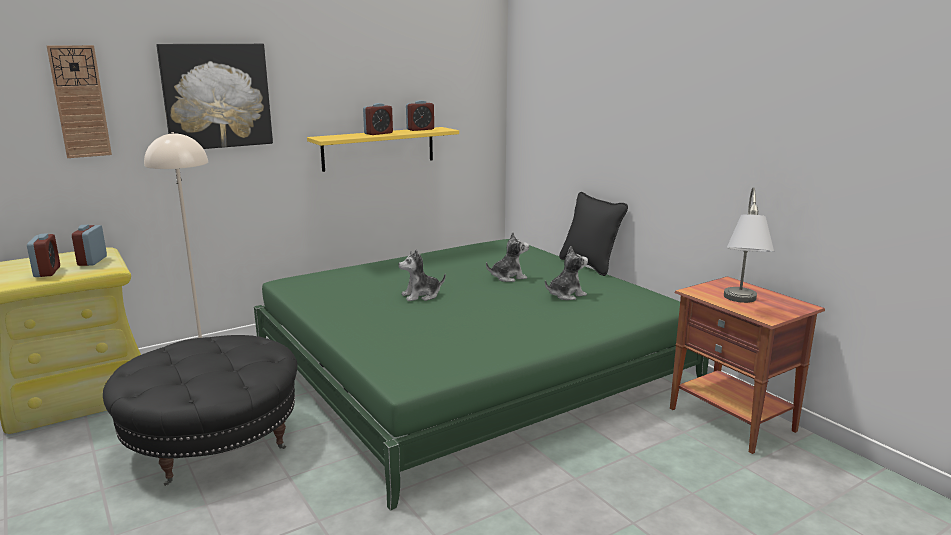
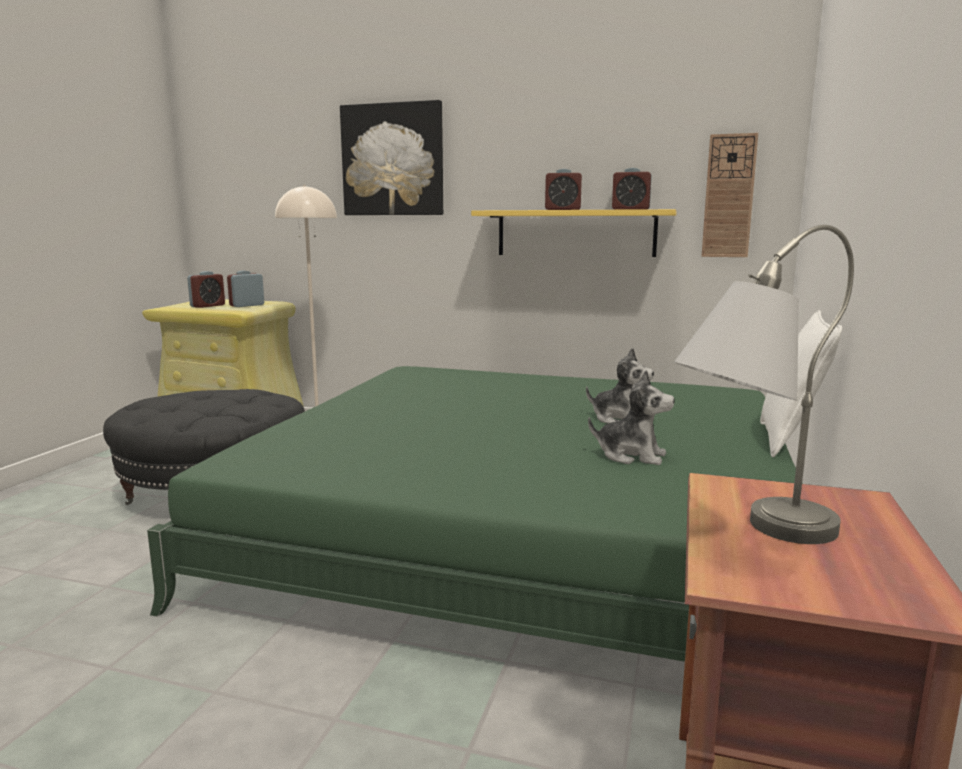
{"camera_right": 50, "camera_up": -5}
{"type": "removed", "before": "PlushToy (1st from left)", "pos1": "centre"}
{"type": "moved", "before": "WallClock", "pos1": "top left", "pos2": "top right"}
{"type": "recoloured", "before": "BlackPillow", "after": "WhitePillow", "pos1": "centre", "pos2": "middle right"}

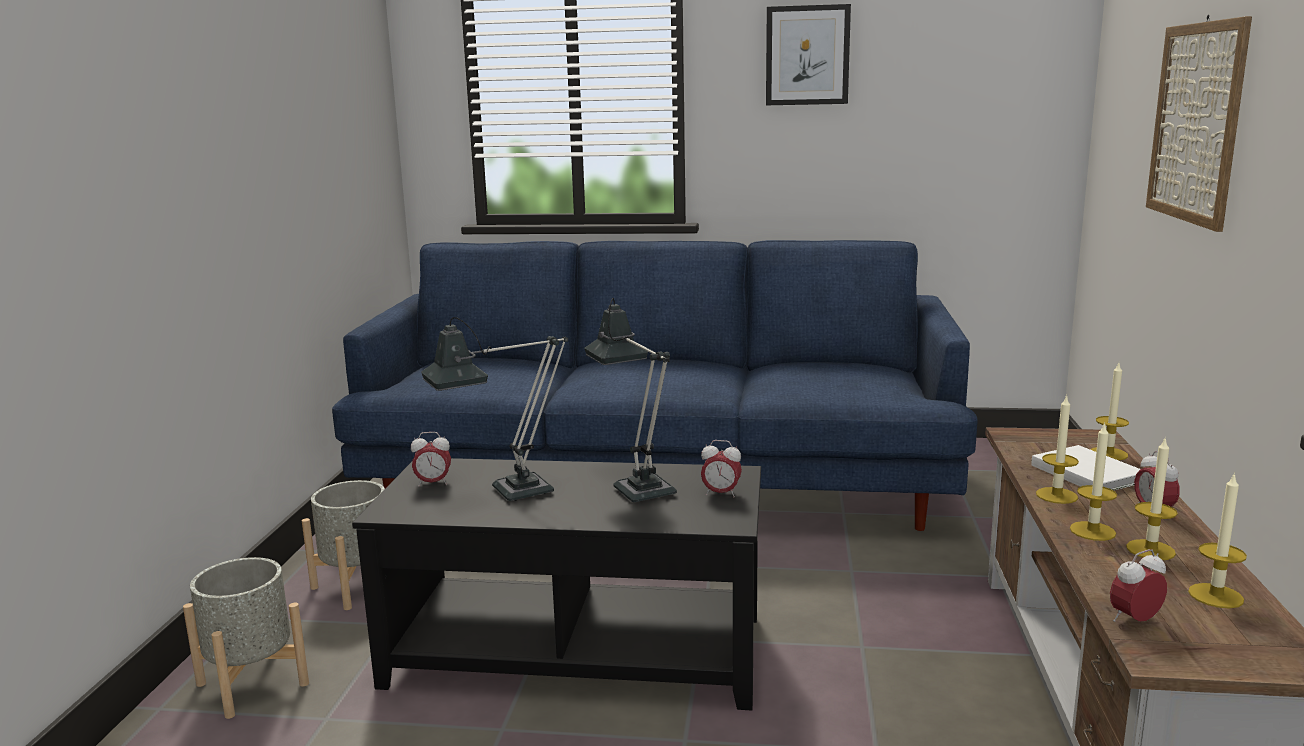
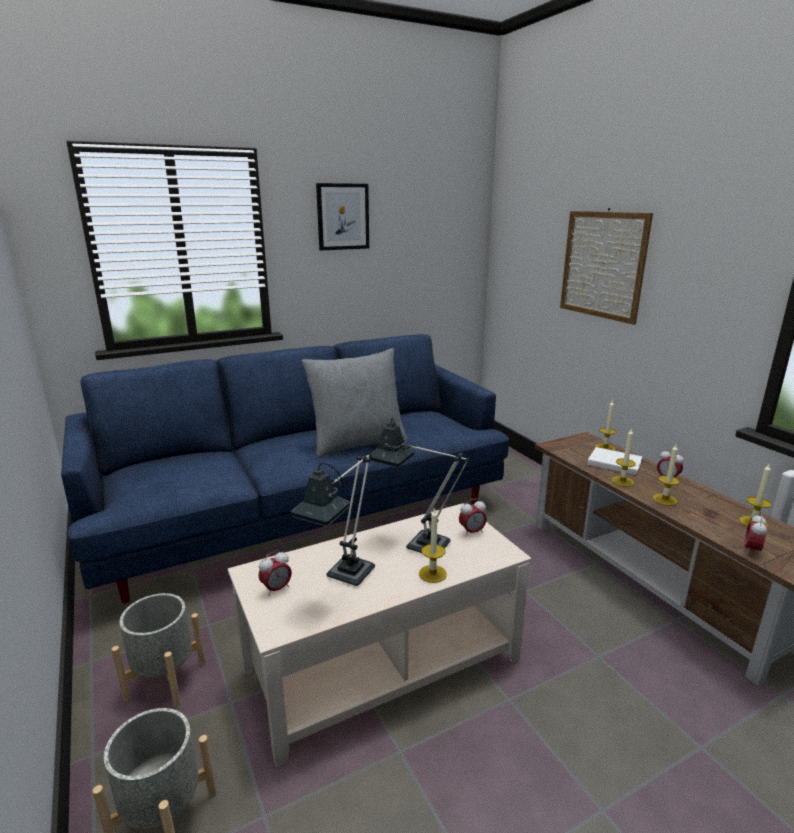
{"camera_right": -35, "camera_up": 5}
{"type": "added", "after": "GreyPillow", "pos2": "centre"}
{"type": "moved", "before": "Candle (4th from left in the first image)", "after": "Candle (1st from left)", "pos1": "bottom right", "pos2": "centre"}
{"type": "recoloured", "before": "BlackCoffeeTable", "after": "BeigeCoffeeTable", "pos1": "bottom centre", "pos2": "bottom centre"}

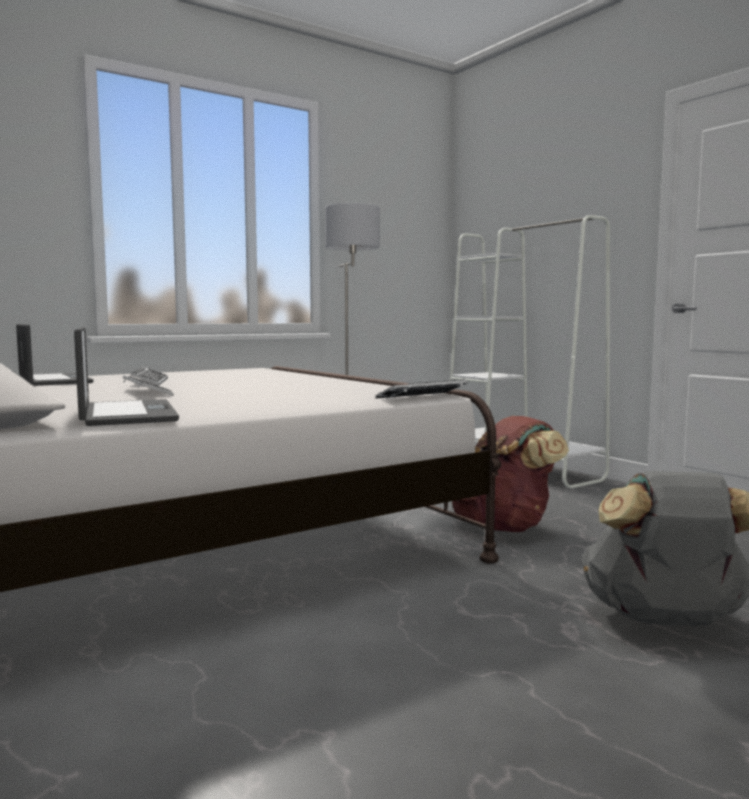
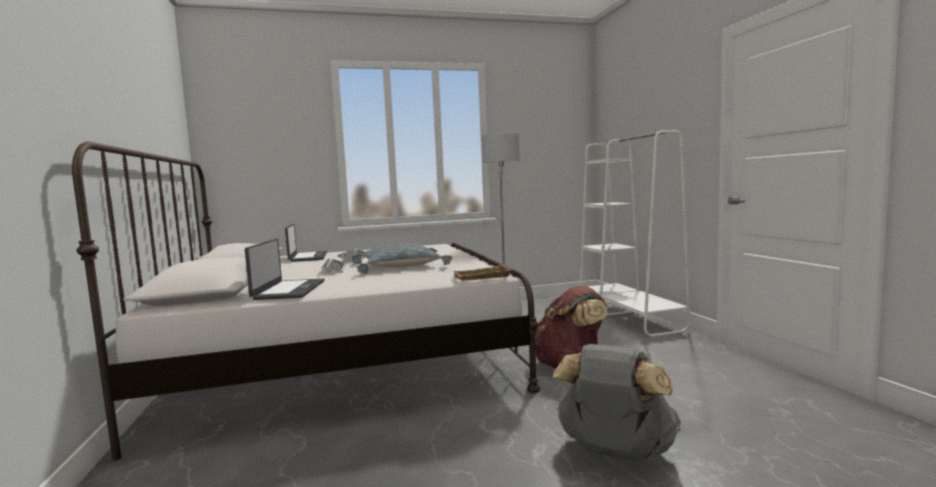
{"camera_right": 20, "camera_up": 0}
{"type": "added", "after": "Pillow", "pos2": "centre"}
{"type": "replaced", "before": "Keyboard (3rd from left)", "after": "BeigeTray", "pos1": "centre", "pos2": "centre"}

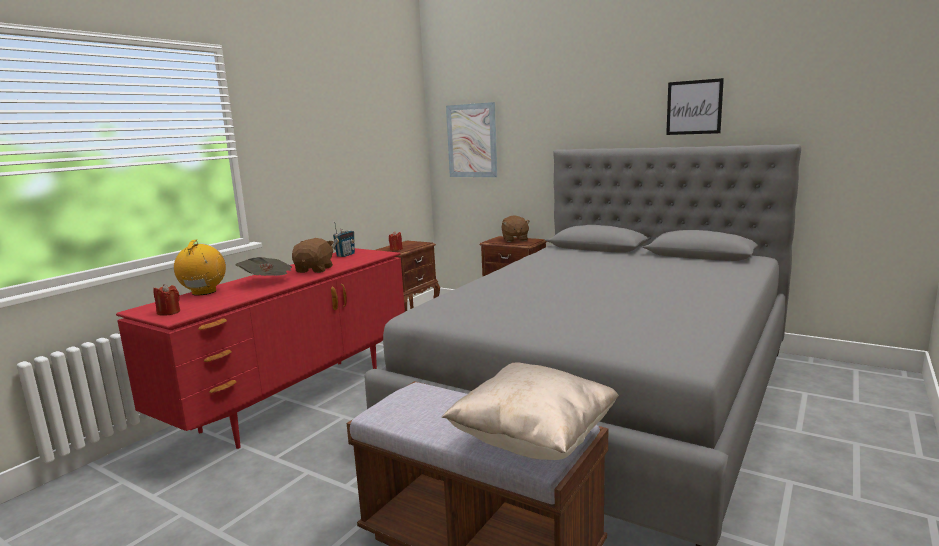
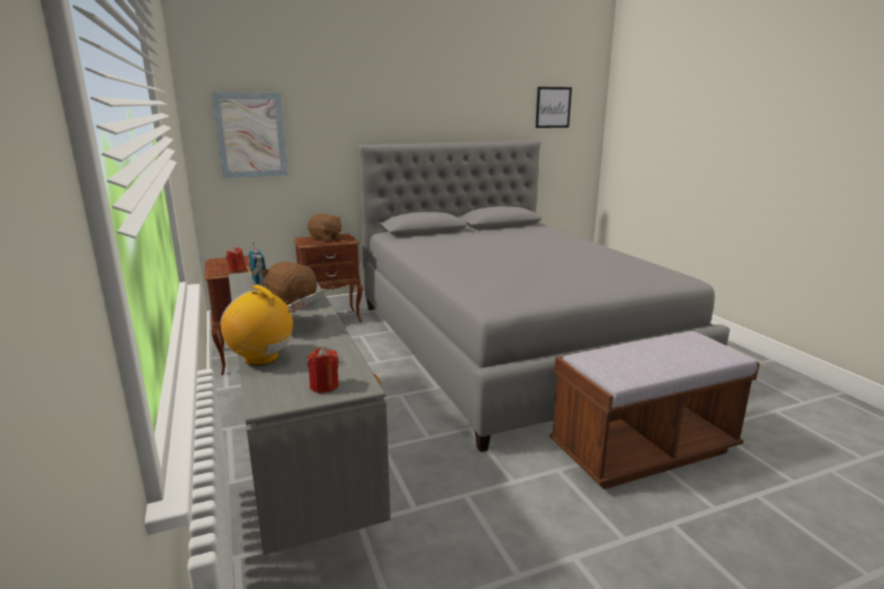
{"camera_right": -55, "camera_up": 5}
{"type": "removed", "before": "BeigePillow", "pos1": "bottom centre"}
{"type": "moved", "before": "Picture (2nd from left)", "pos1": "top right", "pos2": "top centre"}
{"type": "recoloured", "before": "RedDresser", "after": "GreyDresser", "pos1": "middle left", "pos2": "bottom centre"}

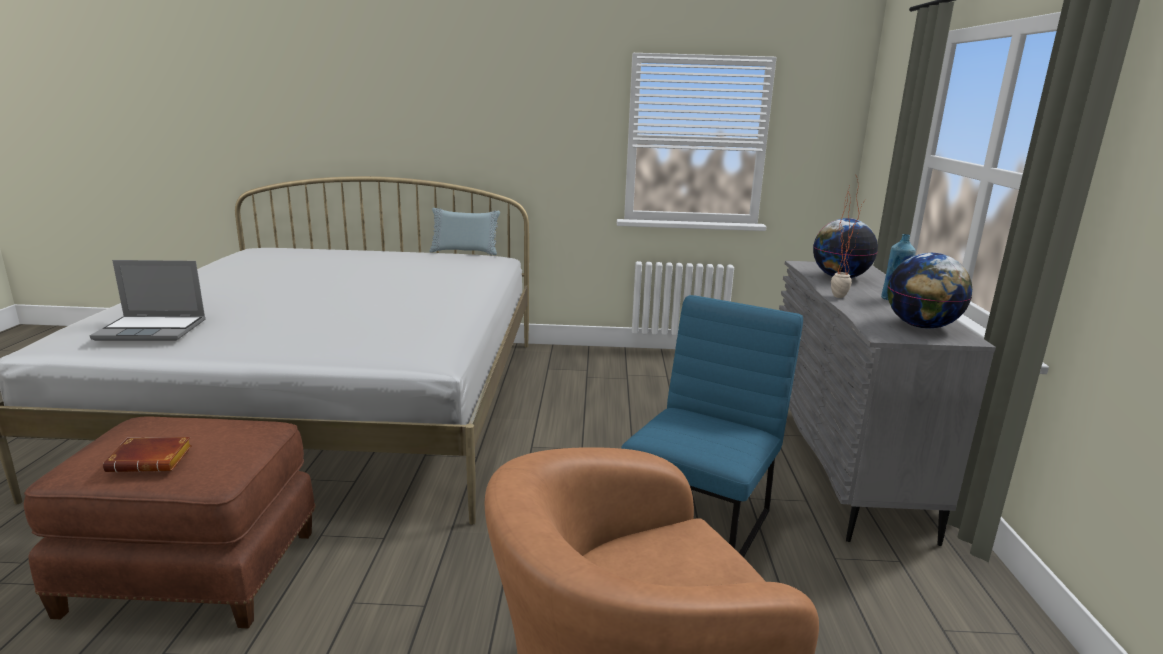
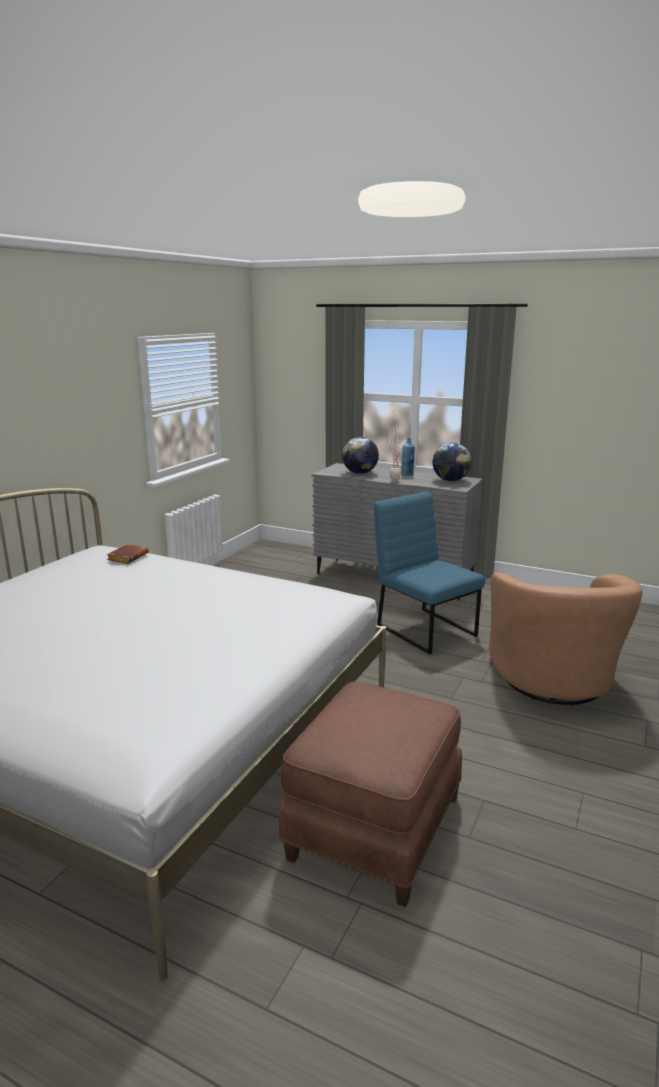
{"camera_right": -65, "camera_up": 0}
{"type": "removed", "before": "Laptop", "pos1": "middle left"}
{"type": "removed", "before": "BluePillow", "pos1": "centre"}
{"type": "moved", "before": "BrownBook", "pos1": "bottom left", "pos2": "middle left"}

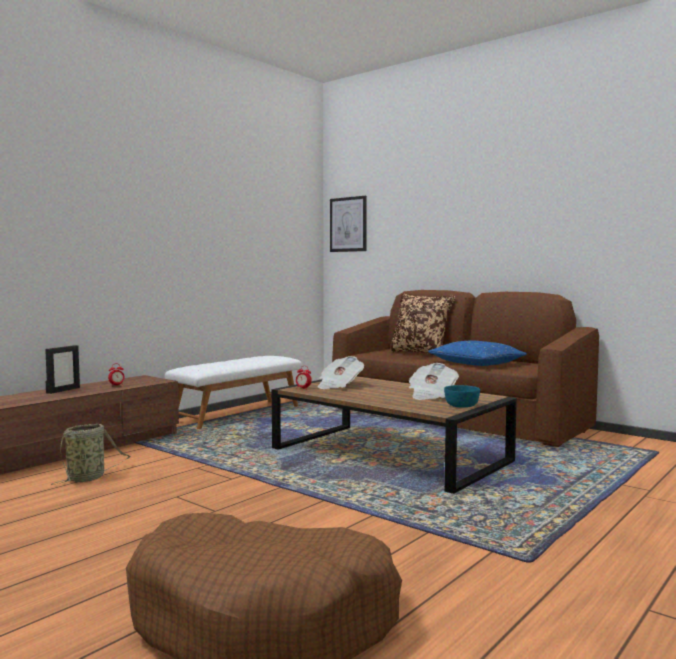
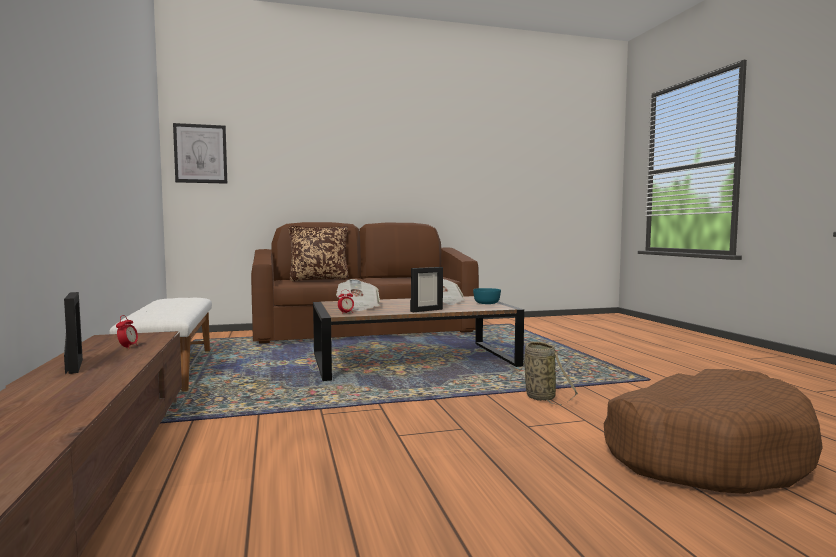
{"camera_right": -55, "camera_up": 0}
{"type": "removed", "before": "BluePillow", "pos1": "middle right"}
{"type": "added", "after": "PictureFrame (2nd from left)", "pos2": "centre"}
{"type": "moved", "before": "Basket", "pos1": "bottom left", "pos2": "bottom centre"}

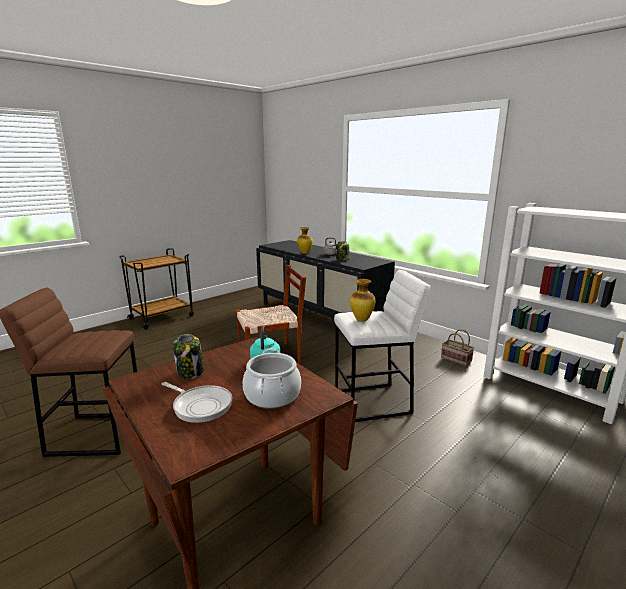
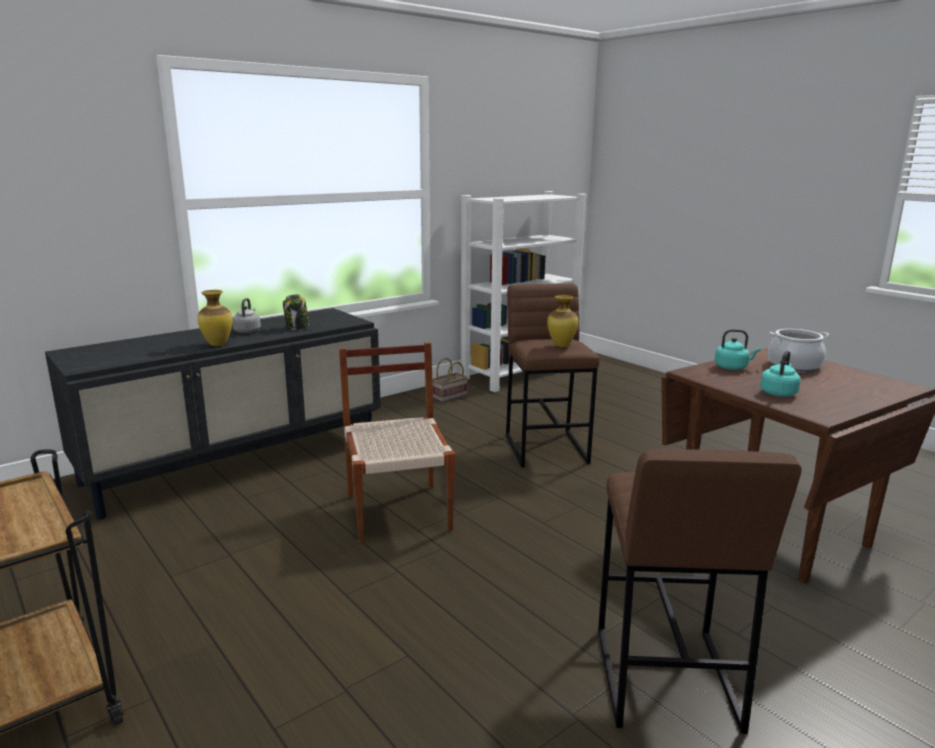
{"camera_right": -85, "camera_up": 0}
{"type": "removed", "before": "FryingPan", "pos1": "bottom left"}
{"type": "replaced", "before": "Jar (1st from left)", "after": "TurquoiseKettle (2nd from left)", "pos1": "middle left", "pos2": "middle right"}
{"type": "recoloured", "before": "WhiteStool", "after": "BrownStool (1st from left)", "pos1": "centre", "pos2": "centre"}

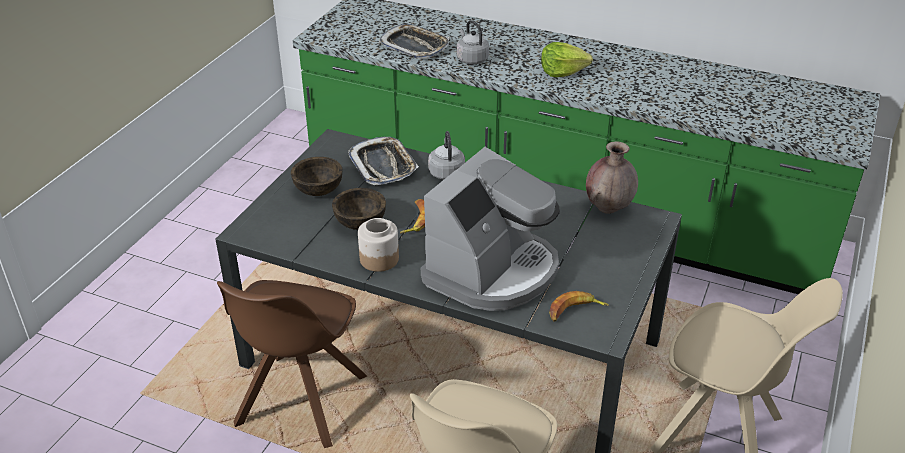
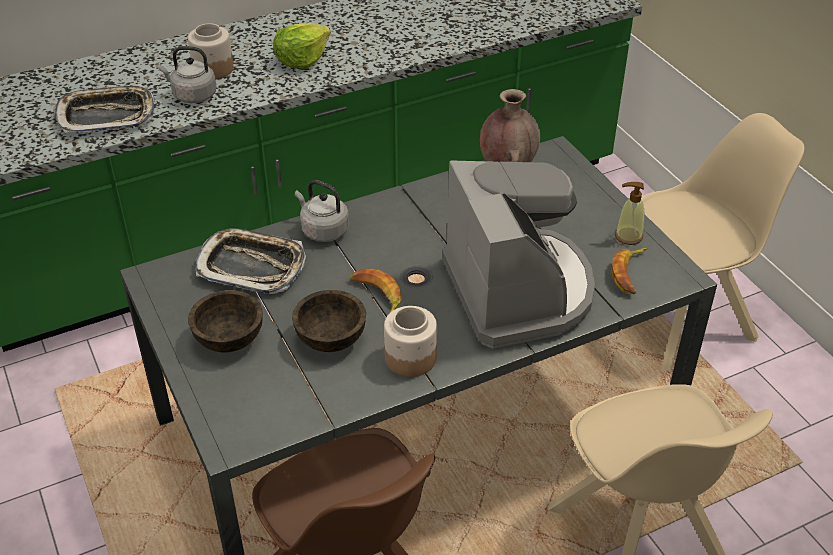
{"camera_right": -50, "camera_up": 5}
{"type": "added", "after": "Jar (1st from left)", "pos2": "top left"}
{"type": "added", "after": "SoapDispenser", "pos2": "middle right"}

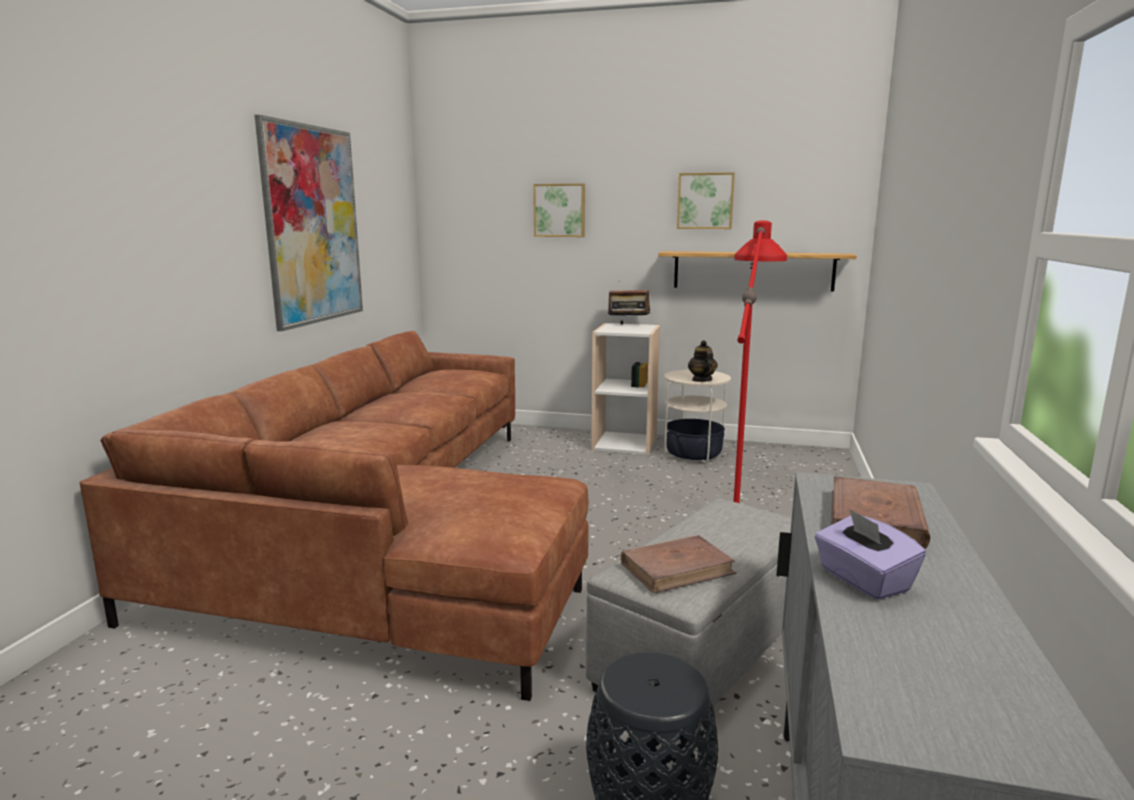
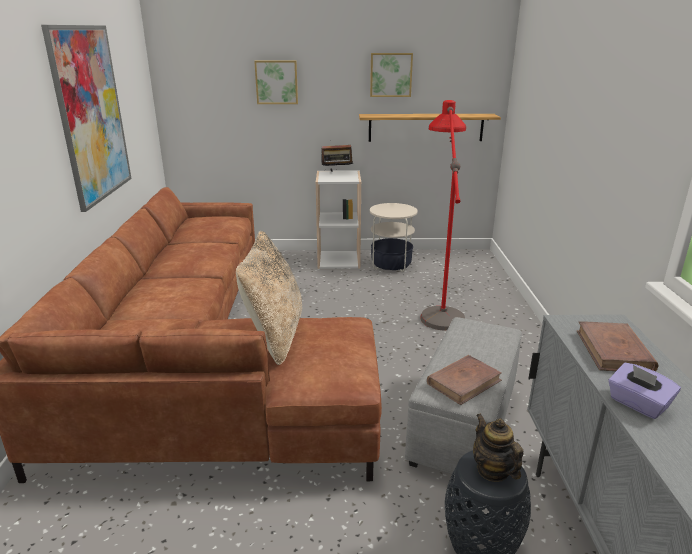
{"camera_right": -15, "camera_up": 10}
{"type": "added", "after": "BeigePillow", "pos2": "centre"}
{"type": "moved", "before": "Teapot", "pos1": "centre", "pos2": "bottom right"}

